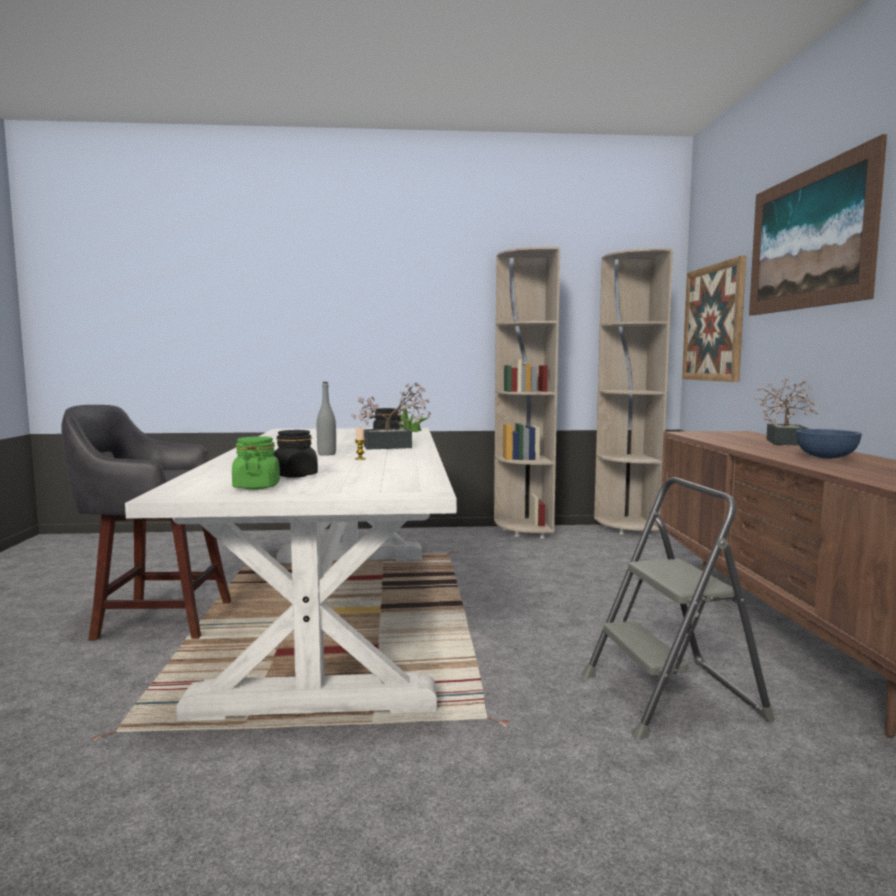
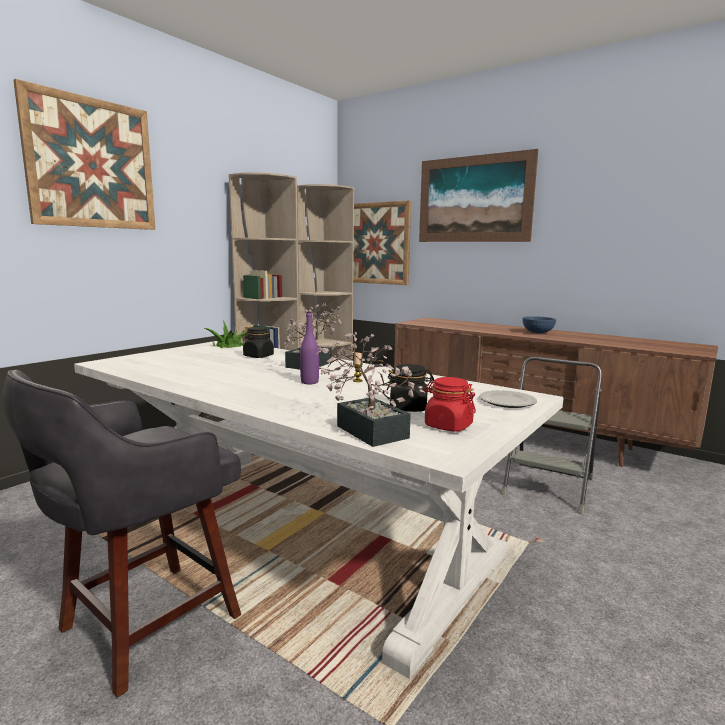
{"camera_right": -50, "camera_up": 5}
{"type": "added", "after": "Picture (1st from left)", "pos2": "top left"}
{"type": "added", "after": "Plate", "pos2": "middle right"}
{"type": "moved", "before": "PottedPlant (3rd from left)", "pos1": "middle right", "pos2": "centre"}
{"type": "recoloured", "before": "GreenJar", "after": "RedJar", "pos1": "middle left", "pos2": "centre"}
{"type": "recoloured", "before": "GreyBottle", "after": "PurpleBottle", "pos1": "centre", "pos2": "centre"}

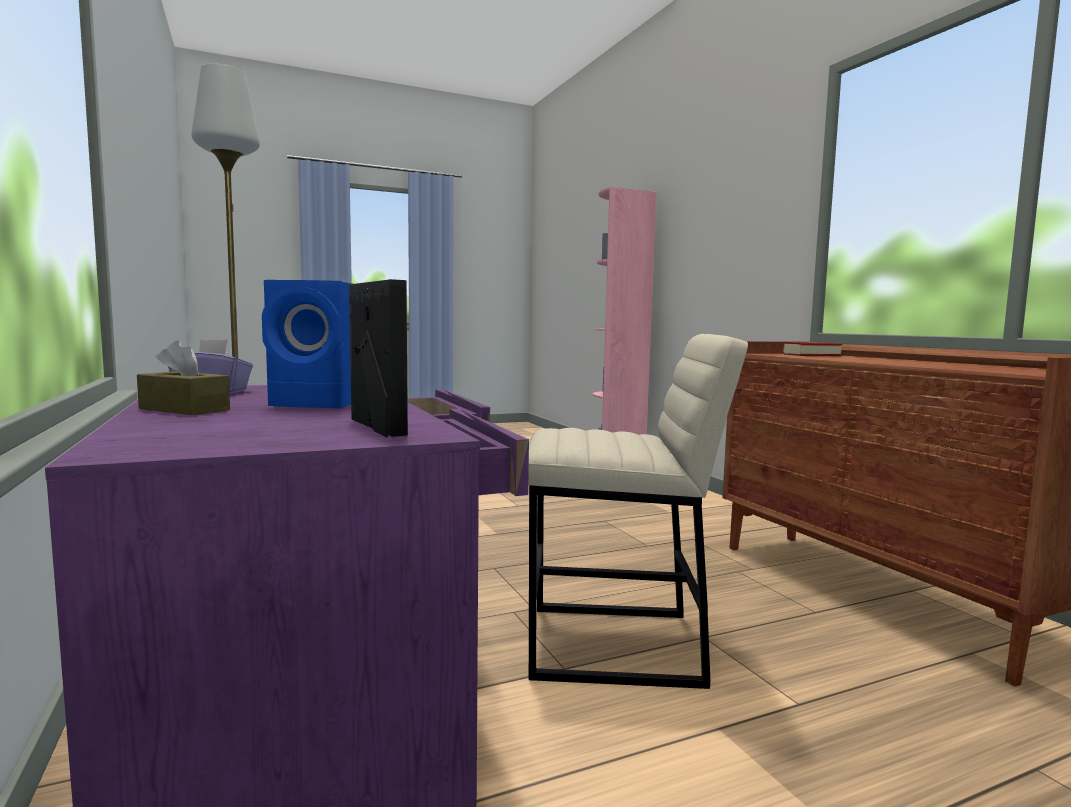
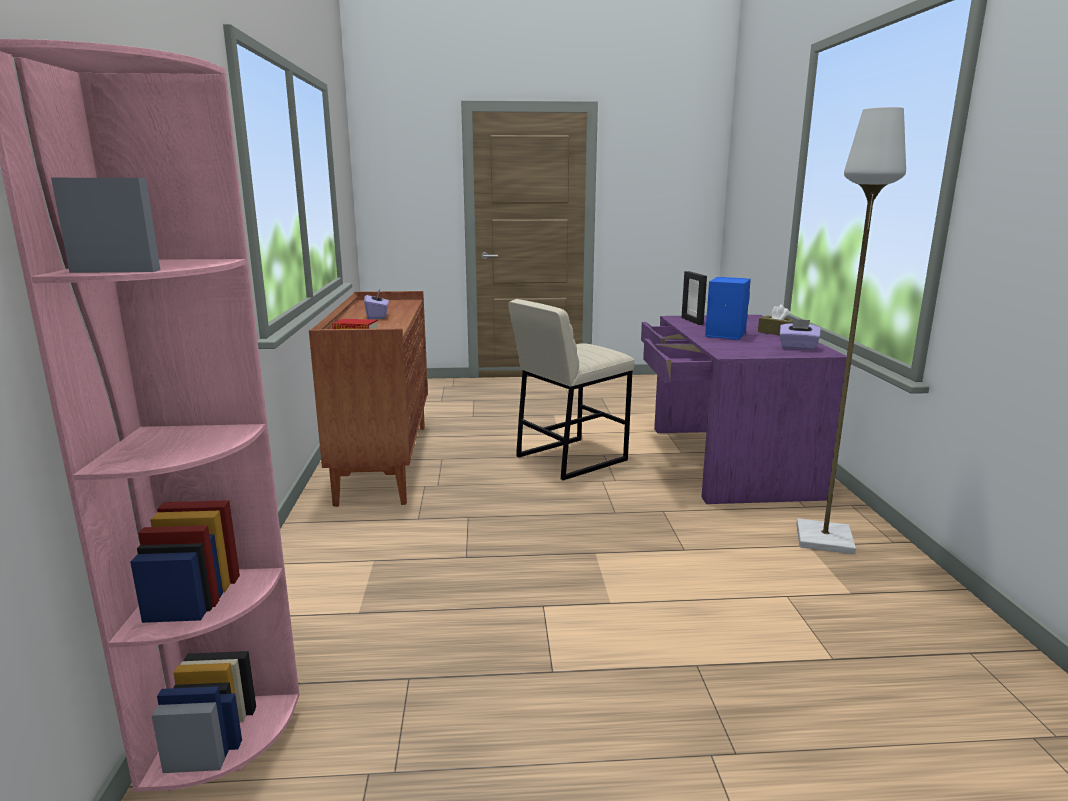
{"camera_right": -160, "camera_up": 10}
{"type": "added", "after": "PurpleTissueBox (1st from left)", "pos2": "centre"}
{"type": "turned", "before": "BeigeChair", "pos1": "centre", "pos2": "centre", "turn": -60}

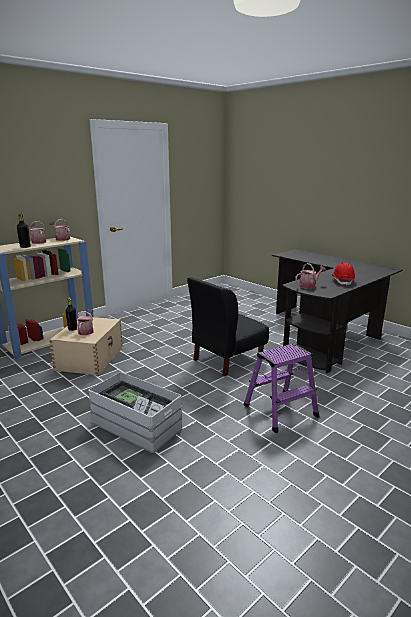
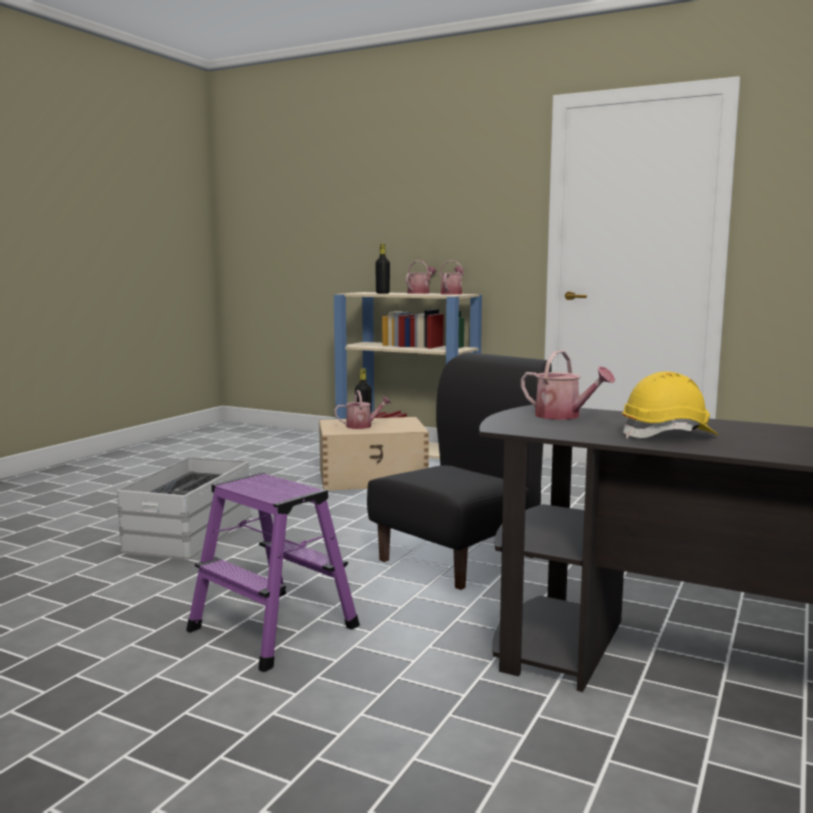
{"camera_right": 70, "camera_up": -10}
{"type": "recoloured", "before": "RedHardHat", "after": "YellowHardHat", "pos1": "middle right", "pos2": "middle right"}
{"type": "turned", "before": "BlackChair", "pos1": "centre", "pos2": "centre", "turn": 105}

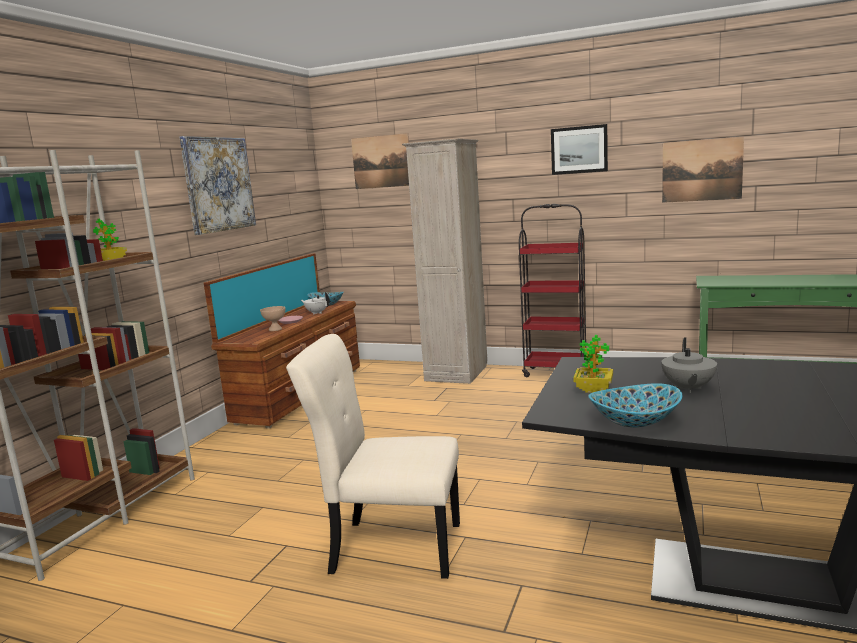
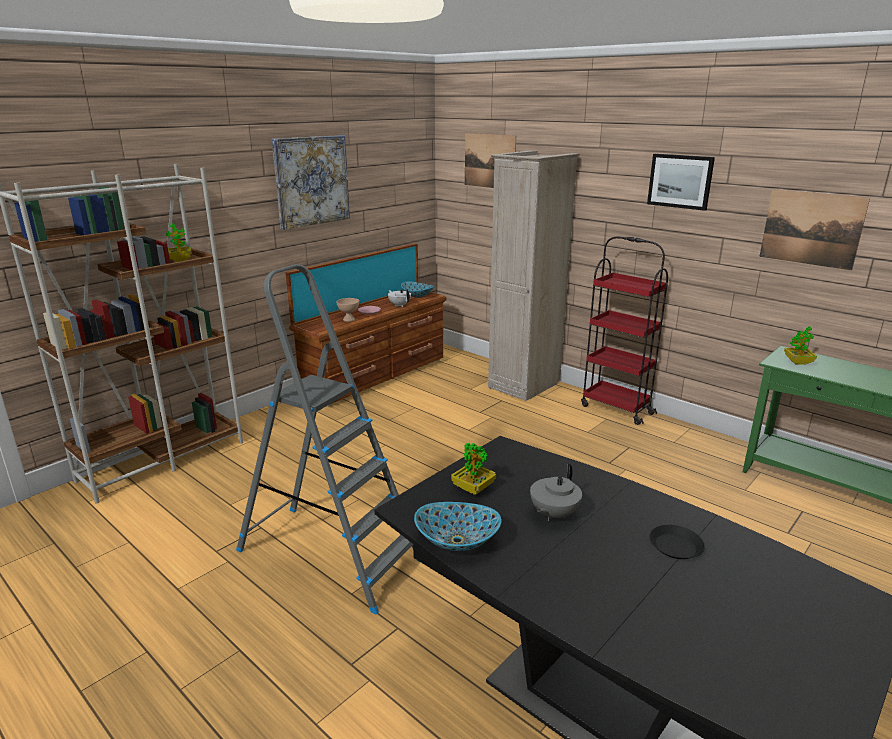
{"camera_right": 20, "camera_up": 10}
{"type": "added", "after": "BlackPlate", "pos2": "bottom right"}
{"type": "added", "after": "PottedPlant (3rd from left)", "pos2": "middle right"}
{"type": "replaced", "before": "BeigeChair", "after": "GreyStepLadder", "pos1": "bottom centre", "pos2": "centre"}

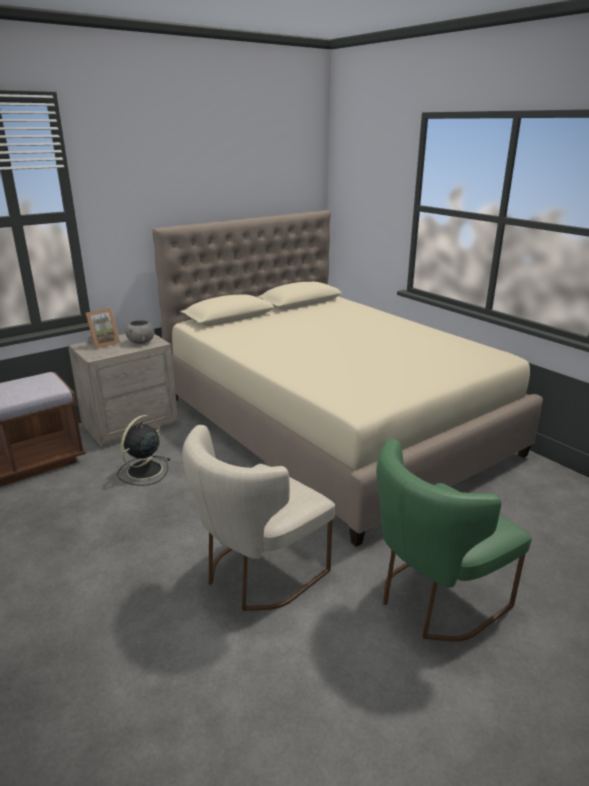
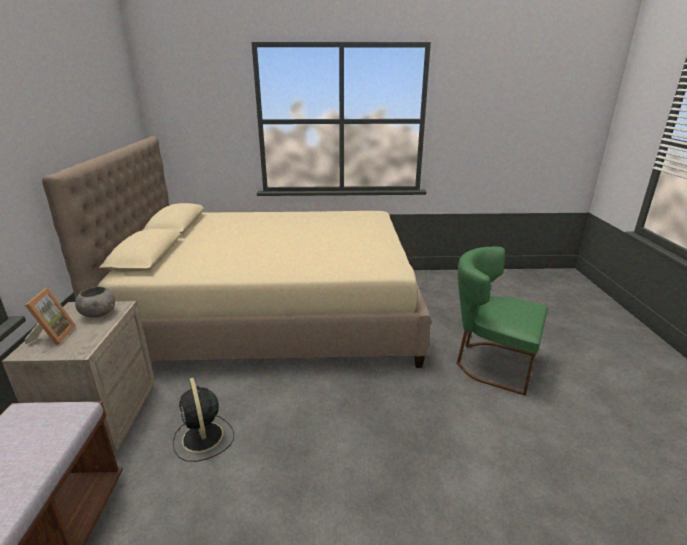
{"camera_right": -55, "camera_up": 0}
{"type": "removed", "before": "BeigeChair", "pos1": "centre"}
{"type": "turned", "before": "GreenChair", "pos1": "bottom right", "pos2": "middle right", "turn": 120}

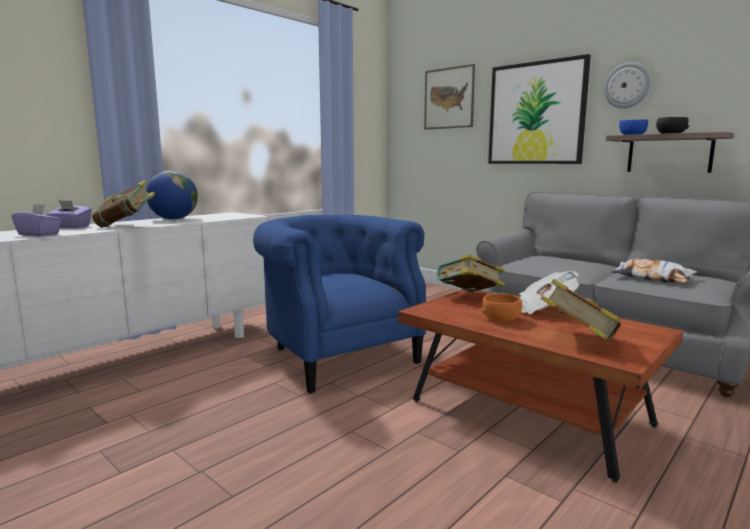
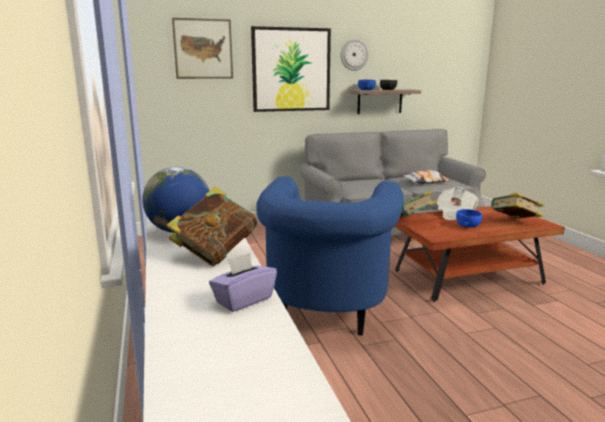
{"camera_right": -60, "camera_up": 5}
{"type": "removed", "before": "PurpleTissueBox (2nd from left)", "pos1": "middle left"}
{"type": "recoloured", "before": "OrangeBowl", "after": "BlueBowl (2nd from left)", "pos1": "middle right", "pos2": "middle right"}
{"type": "turned", "before": "BlueArmchair", "pos1": "centre", "pos2": "centre", "turn": -75}

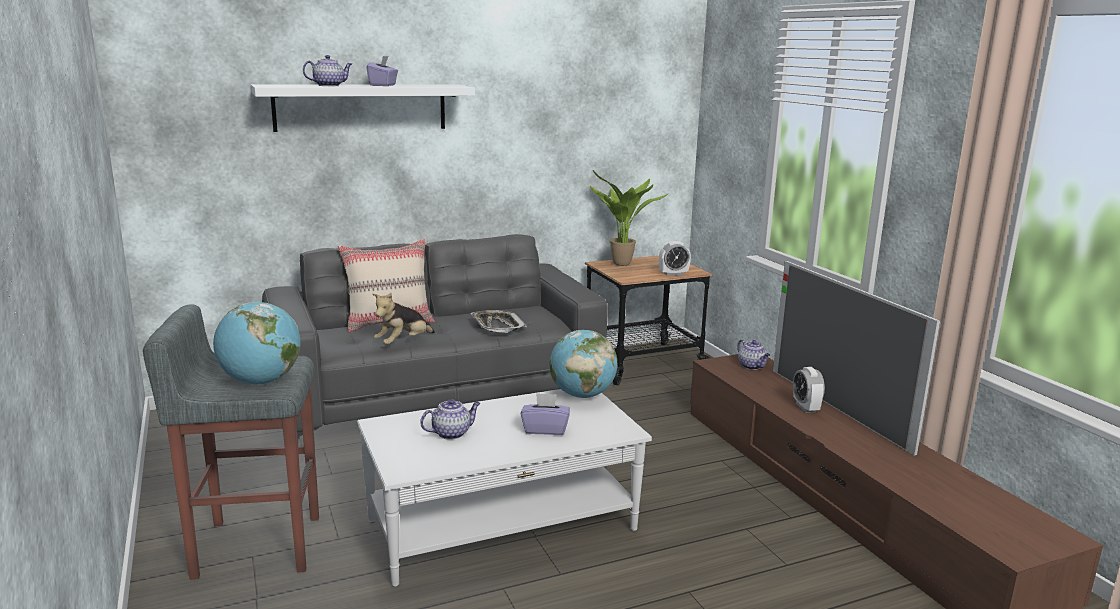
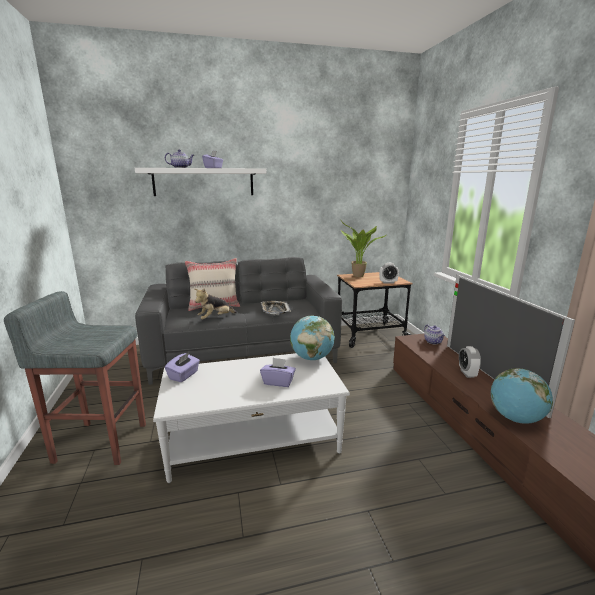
{"camera_right": 10, "camera_up": 0}
{"type": "removed", "before": "Teapot (2nd from left)", "pos1": "bottom centre"}
{"type": "added", "after": "PurpleTissueBox (1st from left)", "pos2": "middle left"}
{"type": "moved", "before": "Globe (1st from left in the first image)", "after": "Globe (2nd from left)", "pos1": "middle left", "pos2": "middle right"}

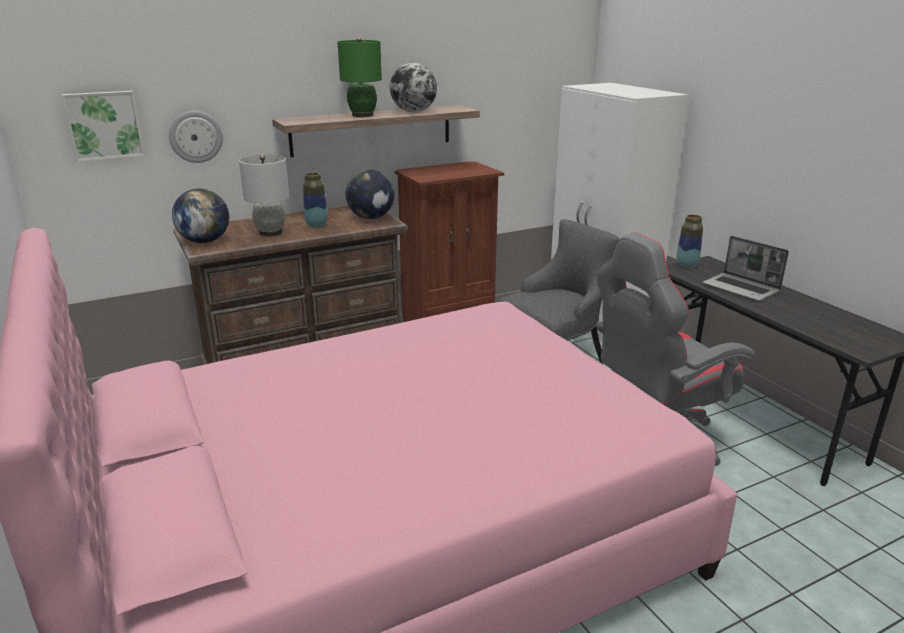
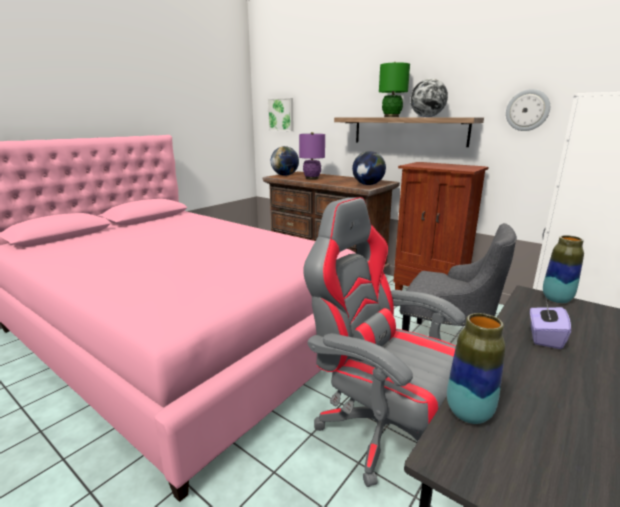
{"camera_right": 65, "camera_up": -5}
{"type": "moved", "before": "WallClock", "pos1": "top left", "pos2": "top right"}
{"type": "moved", "before": "Vase (1st from left)", "pos1": "top centre", "pos2": "bottom right"}
{"type": "replaced", "before": "Laptop", "after": "PurpleTissueBox", "pos1": "middle right", "pos2": "middle right"}
{"type": "recoloured", "before": "WhiteTableLamp", "after": "PurpleTableLamp", "pos1": "top left", "pos2": "top centre"}

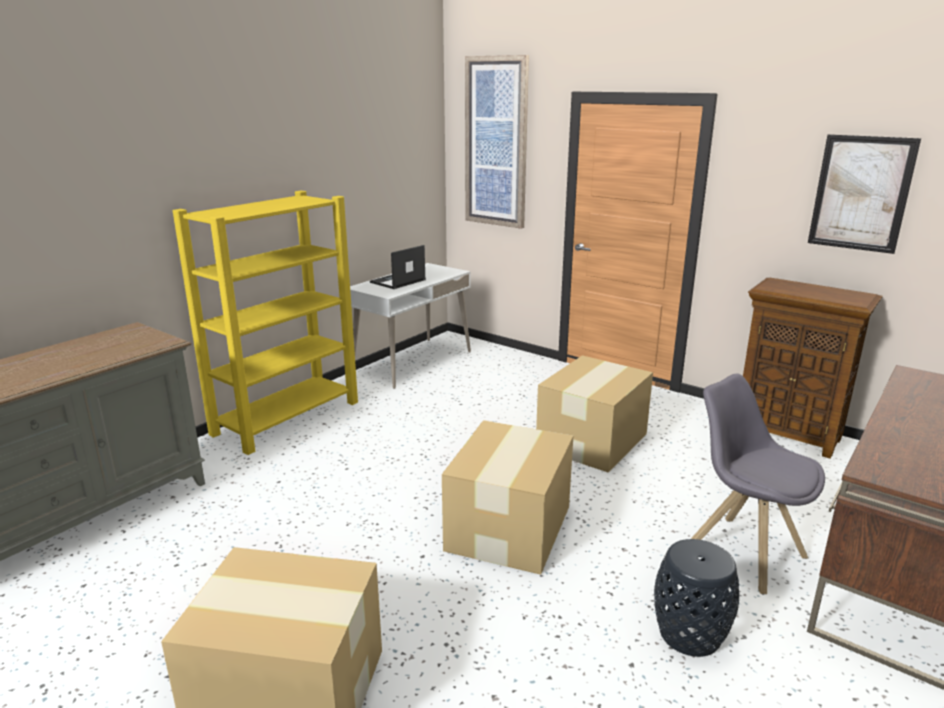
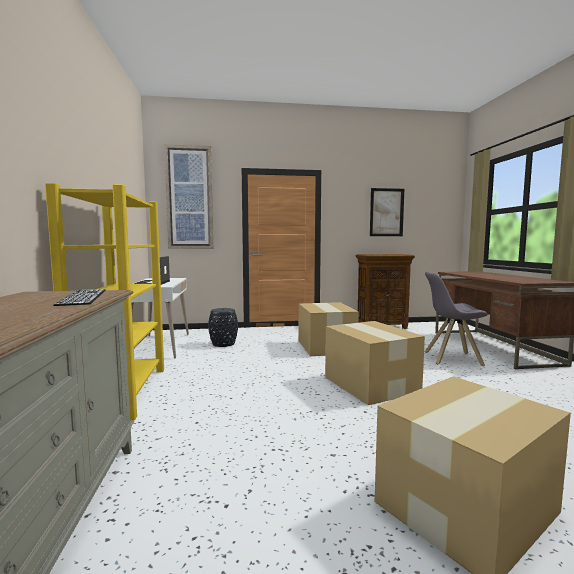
{"camera_right": -45, "camera_up": -15}
{"type": "added", "after": "Keyboard", "pos2": "middle left"}
{"type": "moved", "before": "BlackStool", "pos1": "bottom right", "pos2": "centre"}

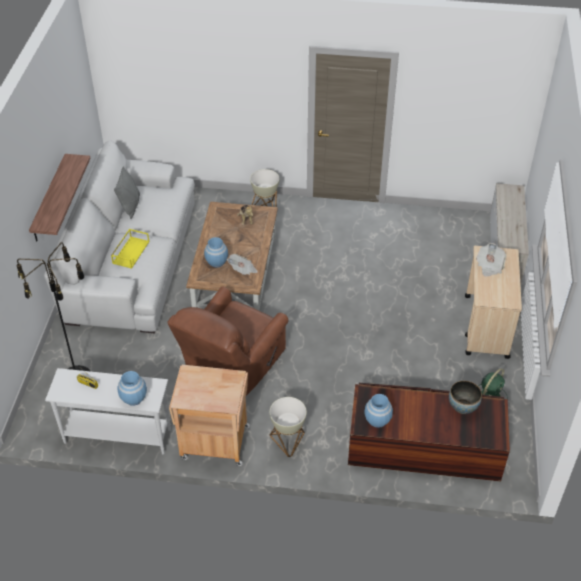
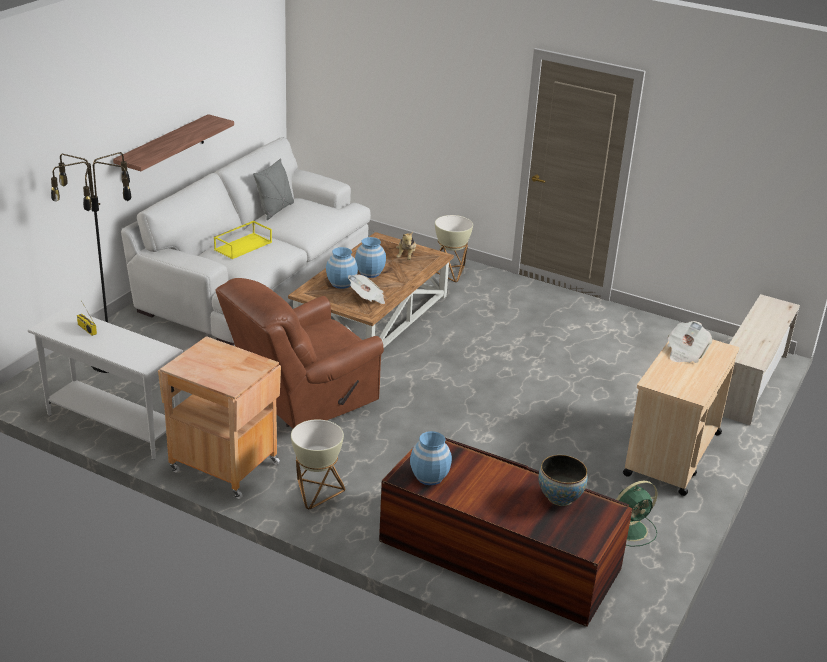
{"camera_right": 20, "camera_up": -15}
{"type": "moved", "before": "BlueVase (1st from left in the first image)", "after": "BlueVase (2nd from left)", "pos1": "bottom left", "pos2": "centre"}

